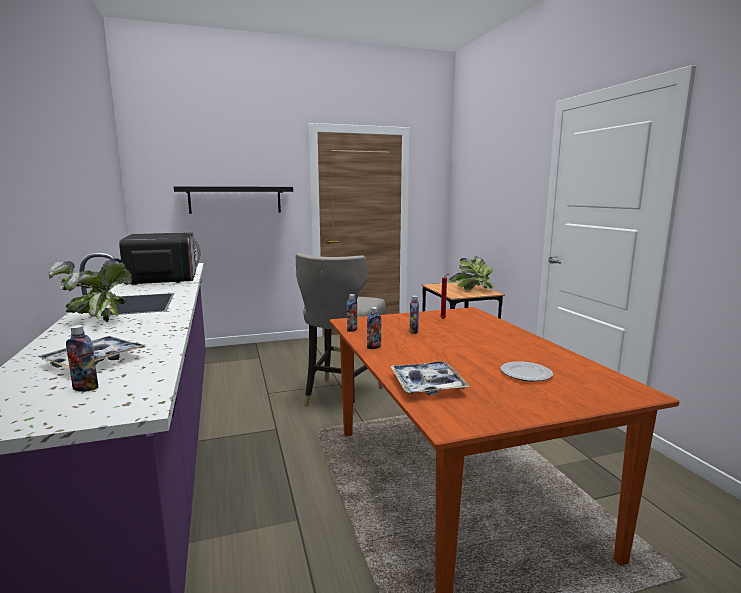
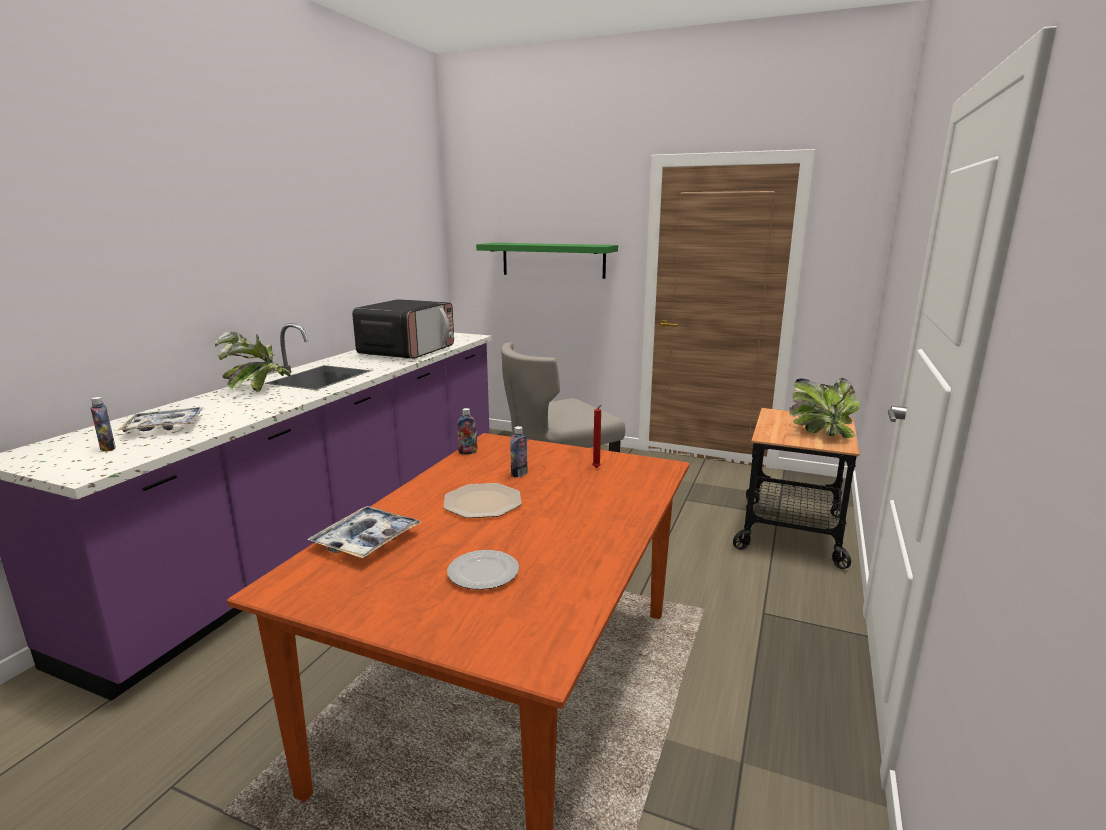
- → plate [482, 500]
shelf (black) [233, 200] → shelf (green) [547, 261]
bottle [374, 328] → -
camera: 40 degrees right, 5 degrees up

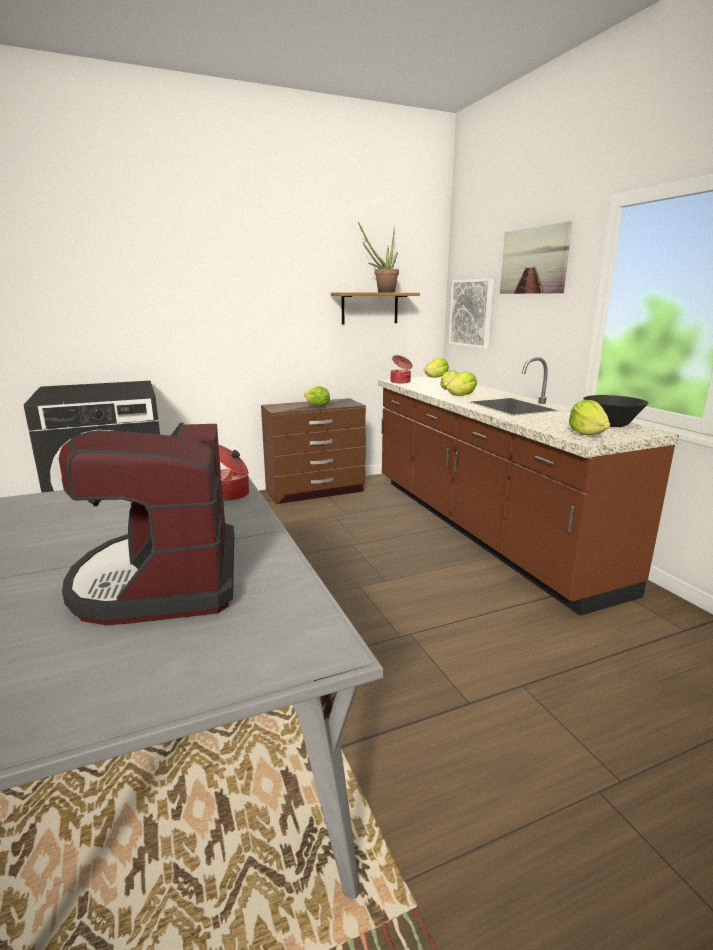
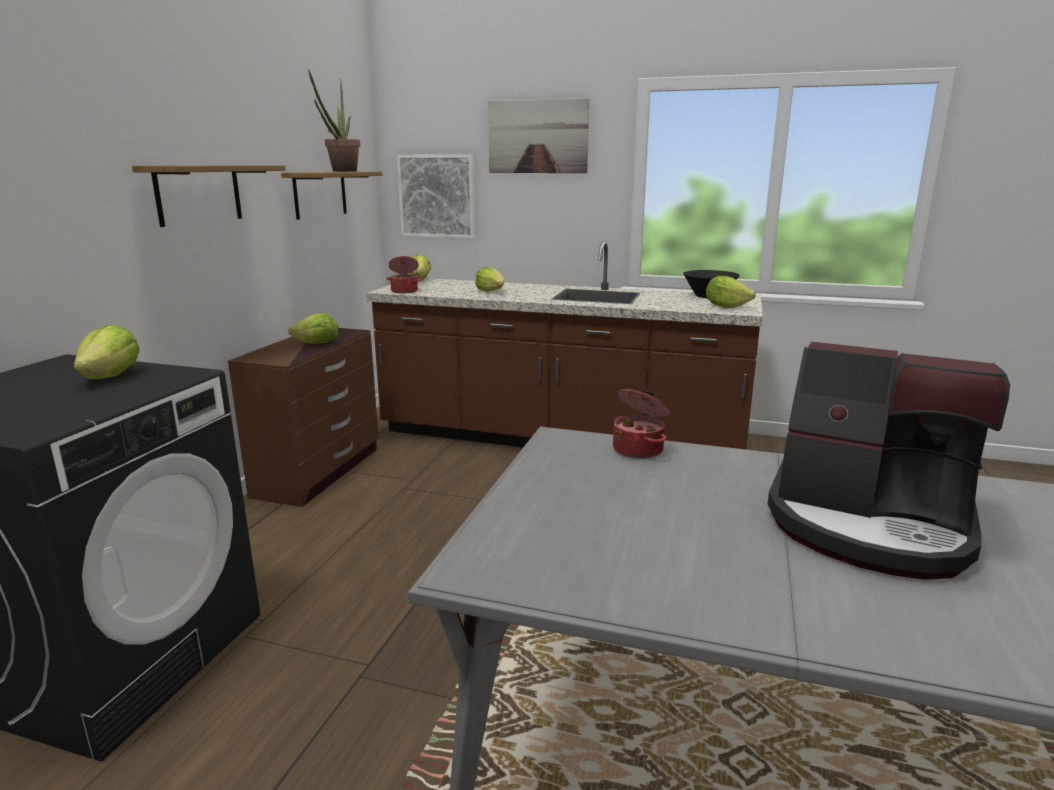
lettuce [461, 384] → lettuce [107, 352], move
- → shelf [209, 196]
camera: 50 degrees left, 0 degrees up

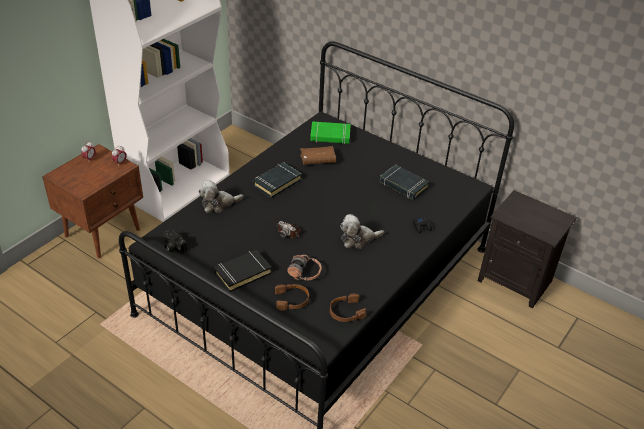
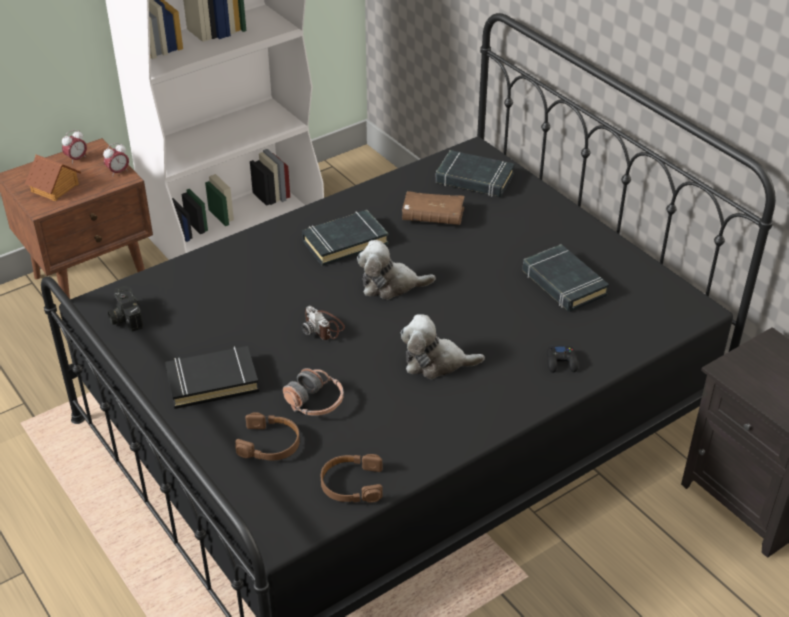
- → toy house [53, 177]
plush toy [221, 196] → plush toy [396, 270], move
book (green) [330, 132] → book (black) [475, 173]
camera: 20 degrees right, 0 degrees up

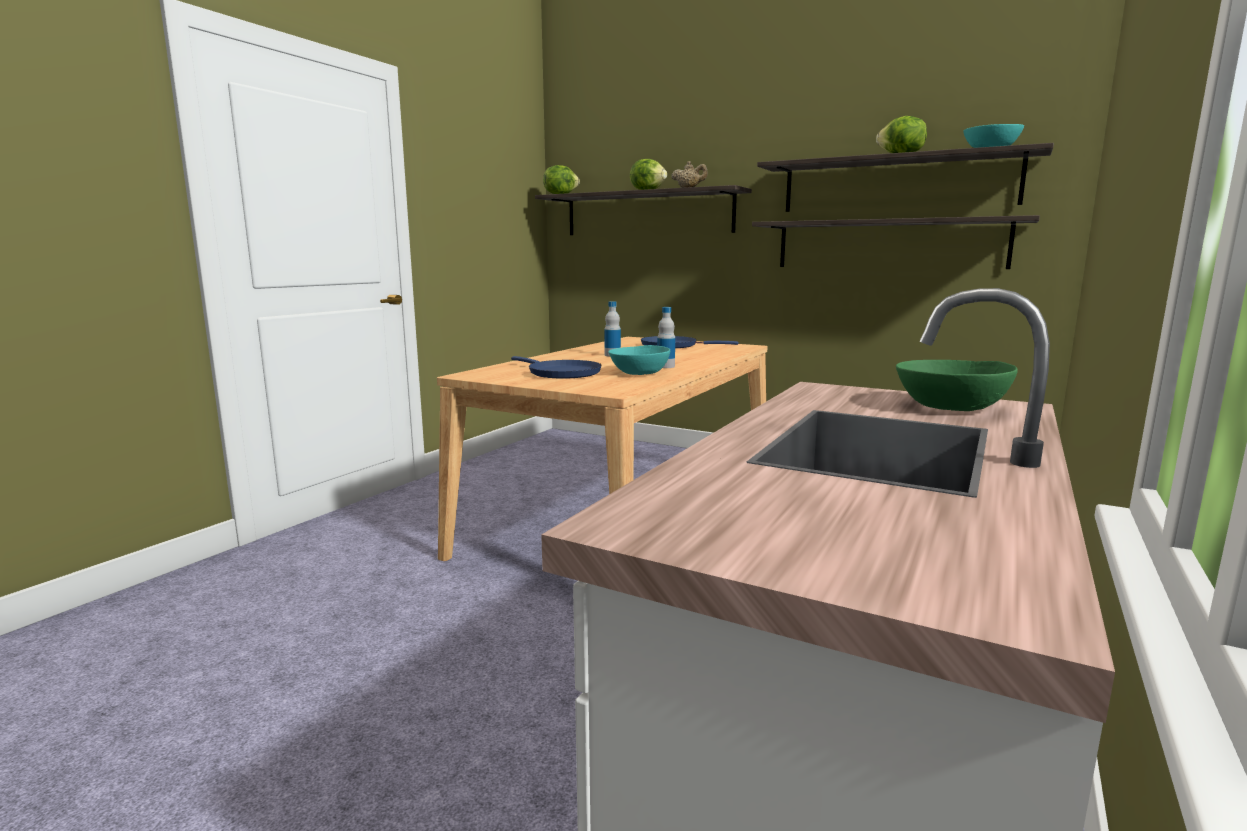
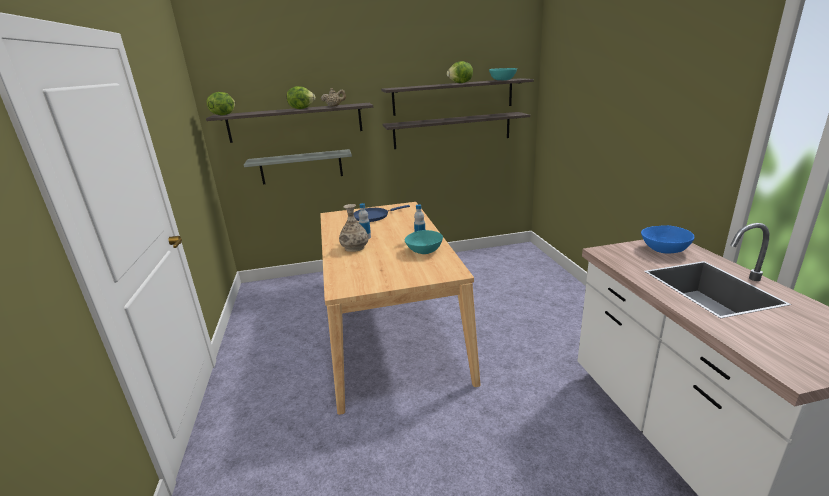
- → shelf (grey) [298, 166]
- → vase [353, 228]
bowl (green) [957, 385] → bowl (blue) [667, 239]
frying pan (blue) [556, 367] → -
camera: 40 degrees left, 10 degrees up

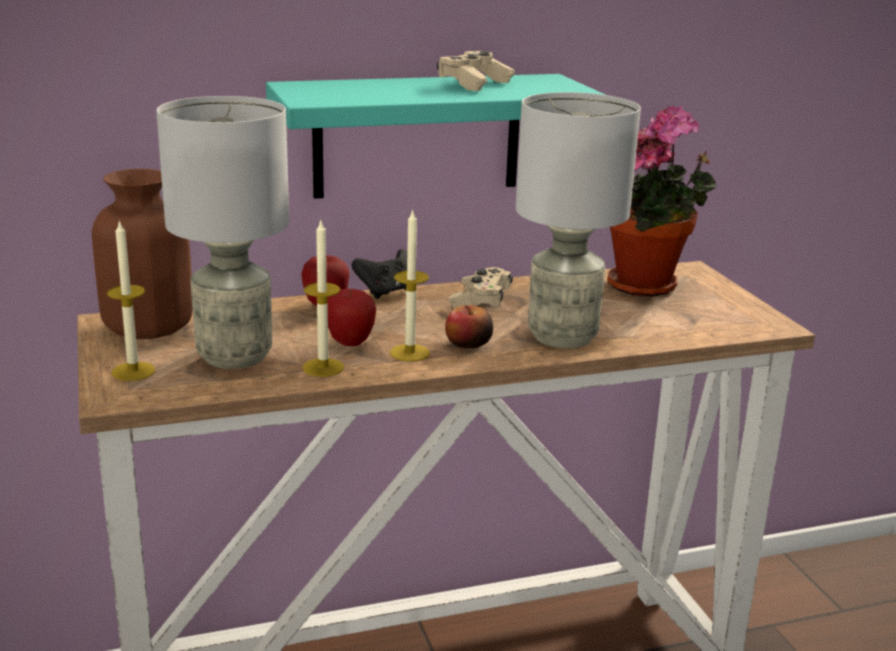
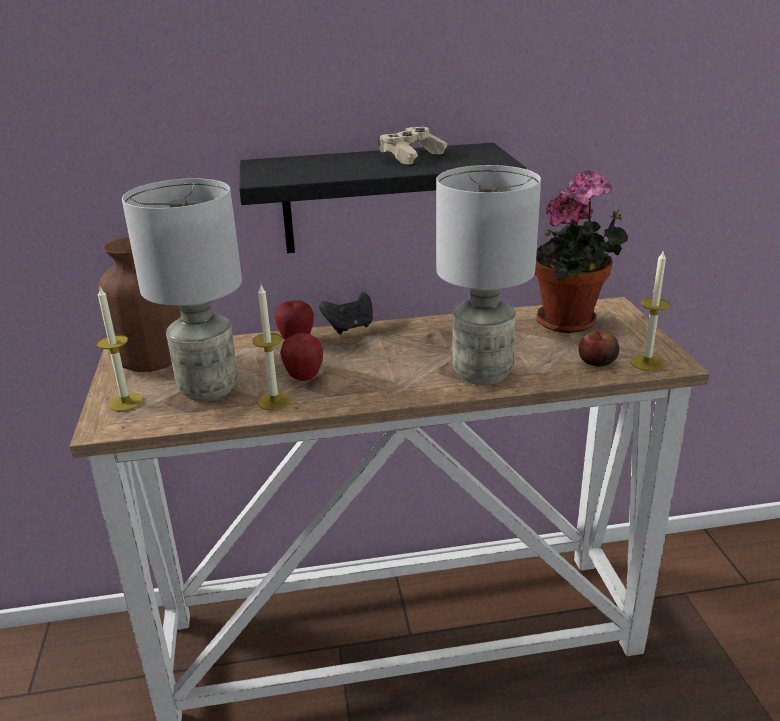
shelf (turquoise) [435, 136] → shelf (black) [382, 198]
apple [469, 326] → apple [599, 348], move
candle [410, 285] → candle [650, 310], move
game controller (beige) [481, 288] → -
camera: 10 degrees right, 5 degrees up

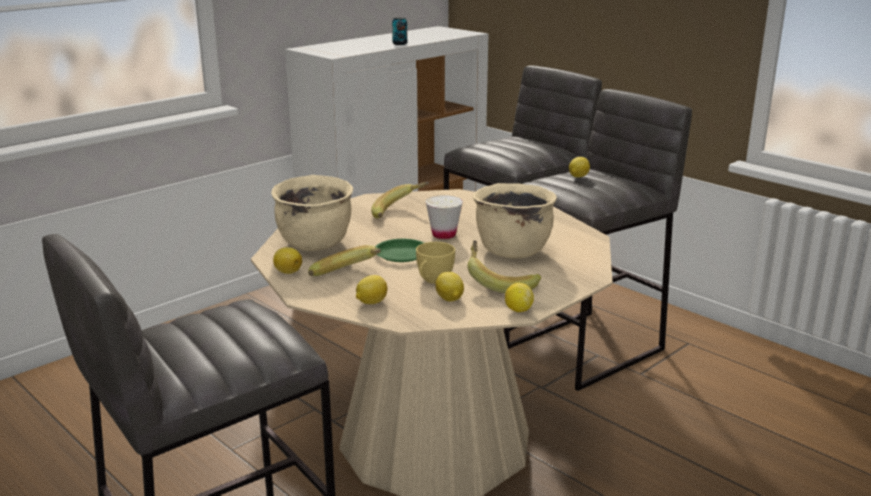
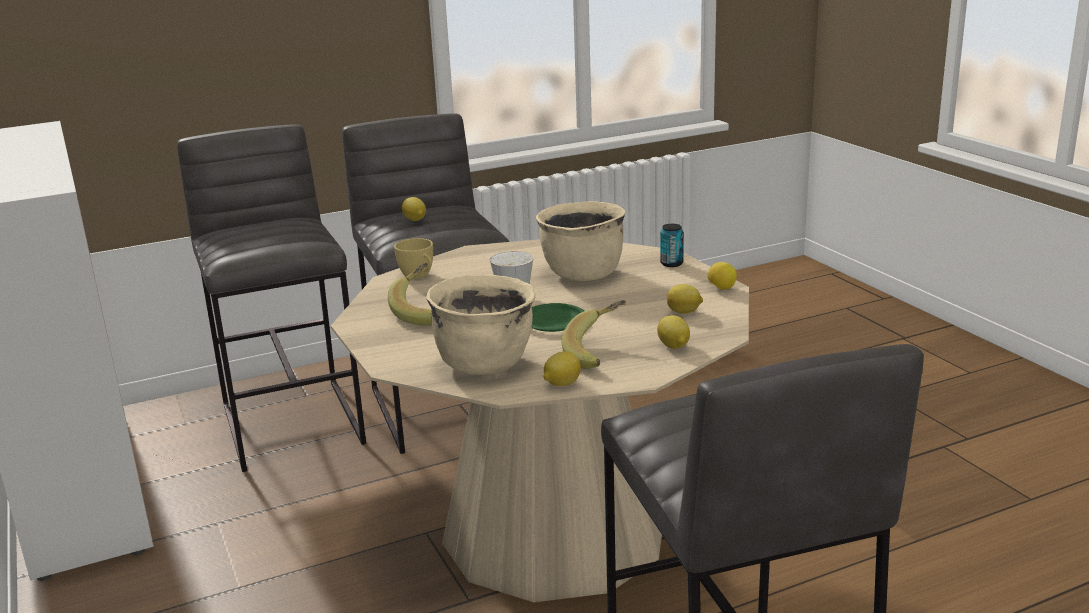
cup (yellow) [435, 263] → cup (yellow) [413, 258], move
can [399, 31] → can [672, 245], move
banana [504, 266] → -
camera: 70 degrees left, 0 degrees up

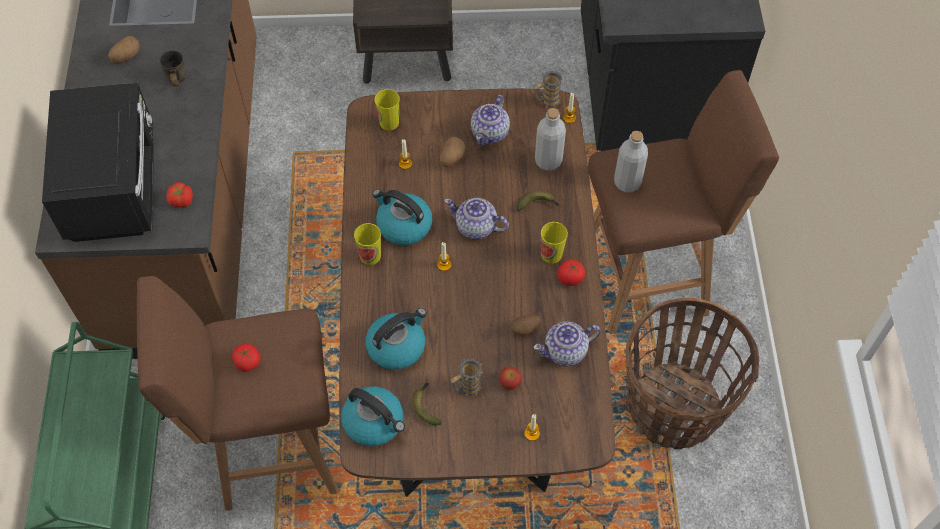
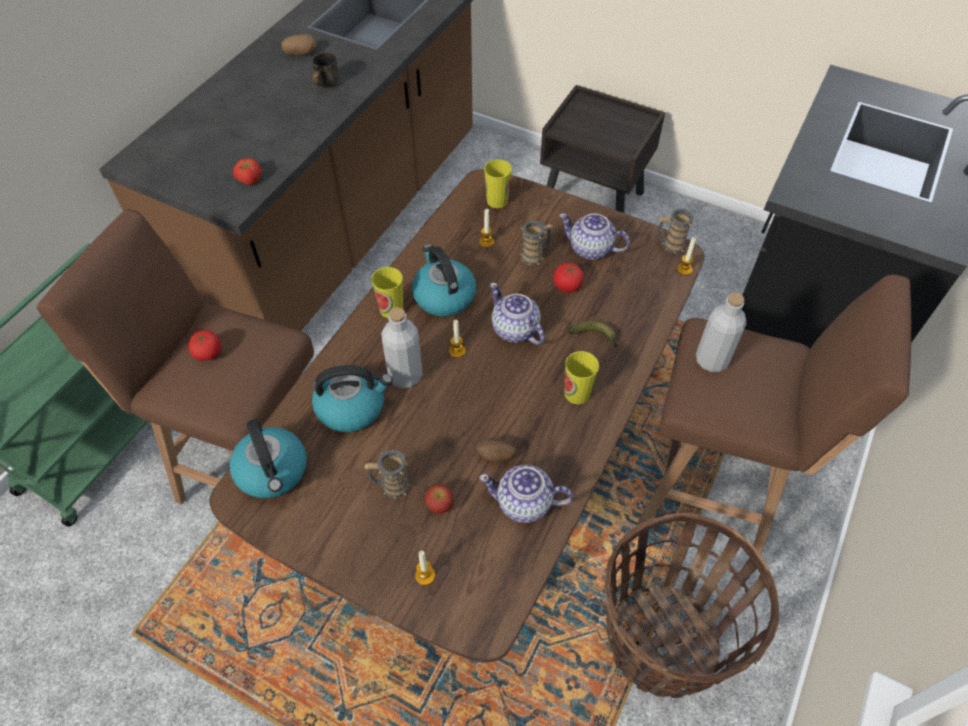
bottle (grey) [550, 139] → bottle (grey) [402, 347], move
potato [452, 152] → mug [536, 243]
tomato [571, 272] → tomato [568, 277], move
teapot [490, 120] → teapot [594, 236], 60 degrees clockwise
microwave (black) [98, 162] → -
banana [427, 404] → -
camera: 30 degrees right, 5 degrees down

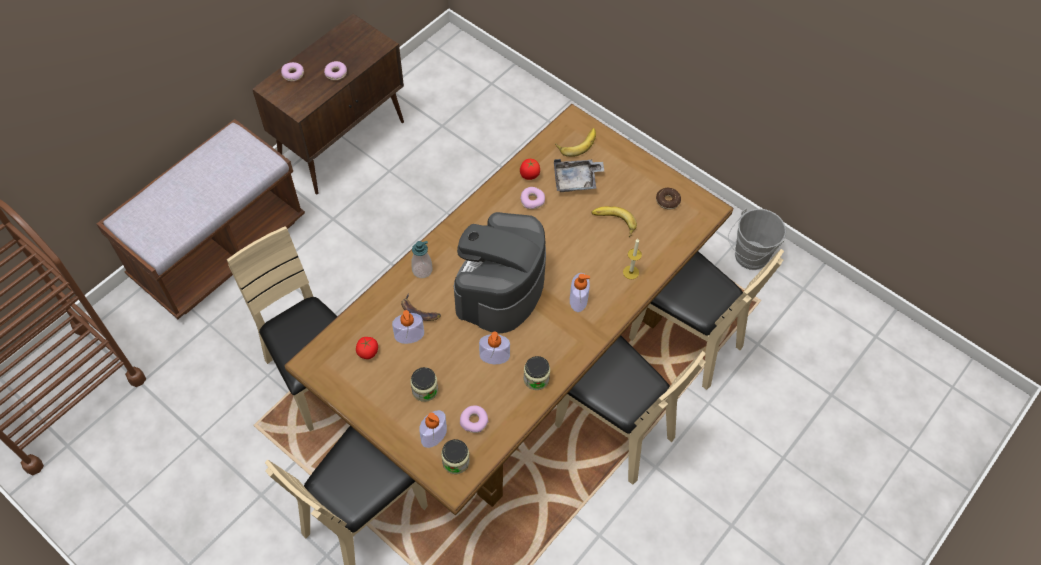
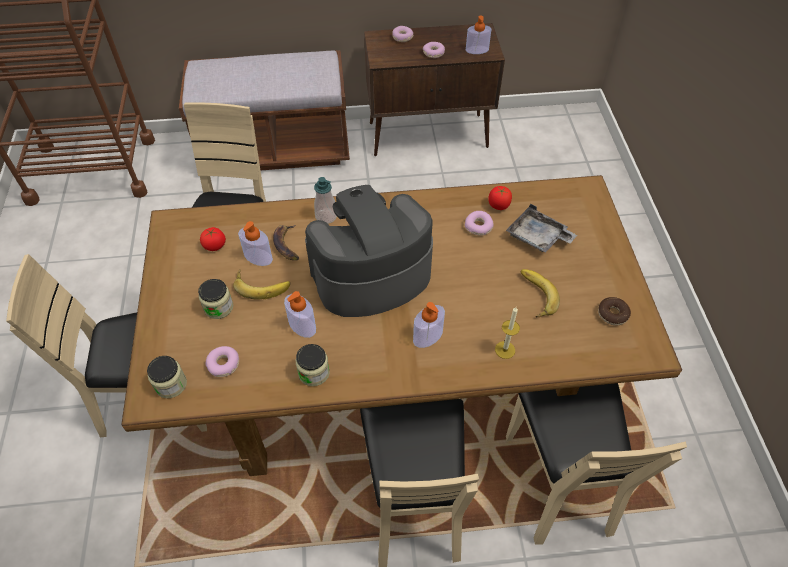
banana [575, 142] → banana [261, 285], move
soap dispenser [433, 429] → soap dispenser [478, 34], move
bucket (grey) [757, 239] → -
camera: 45 degrees right, 5 degrees down

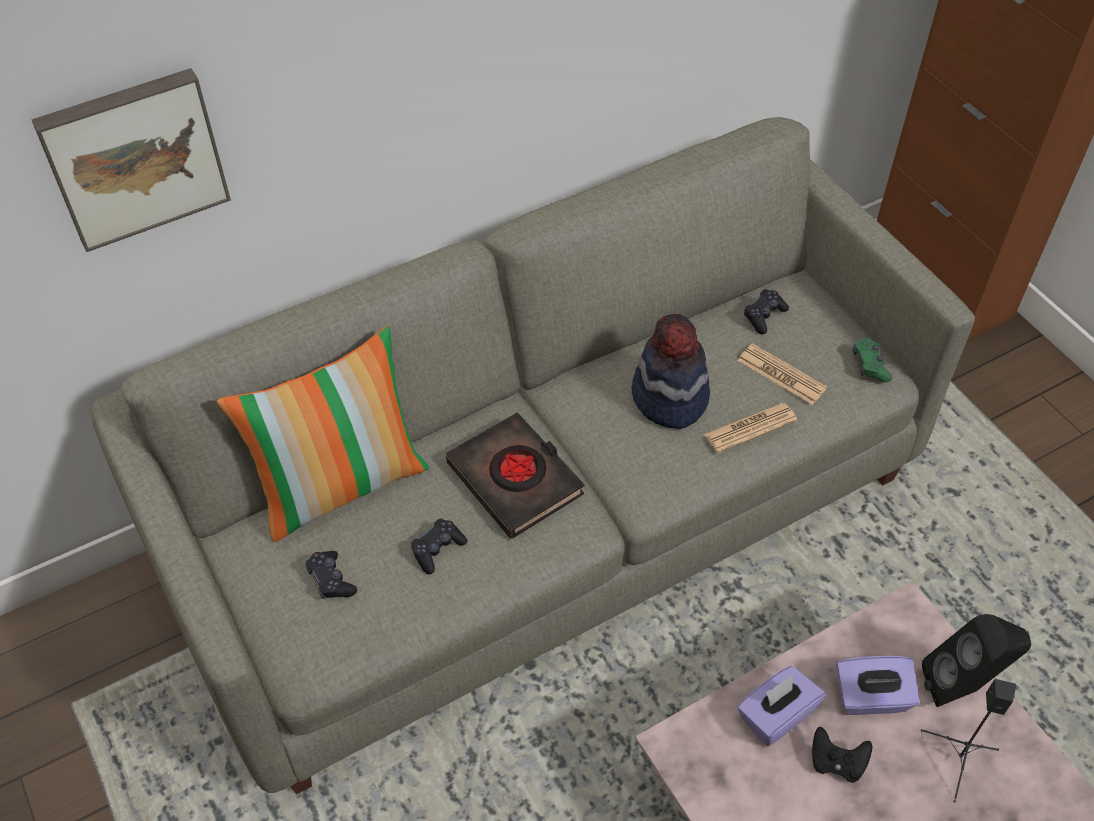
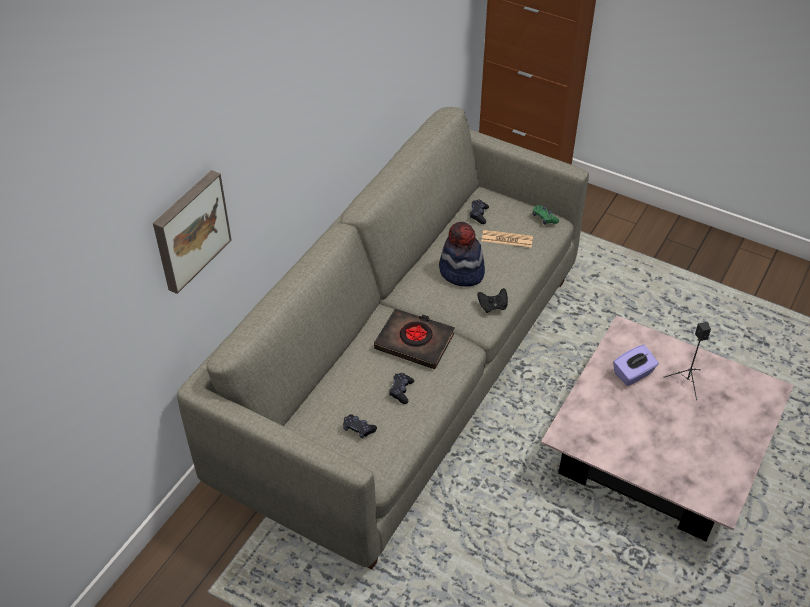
game controller (black) [842, 755] → game controller (black) [493, 300], move
pillow [323, 434] → -
newspaper [750, 428] → -
tissue box (purple) [781, 706] → -
speaker (black) [976, 660] → -
camera: 30 degrees left, 5 degrees down

